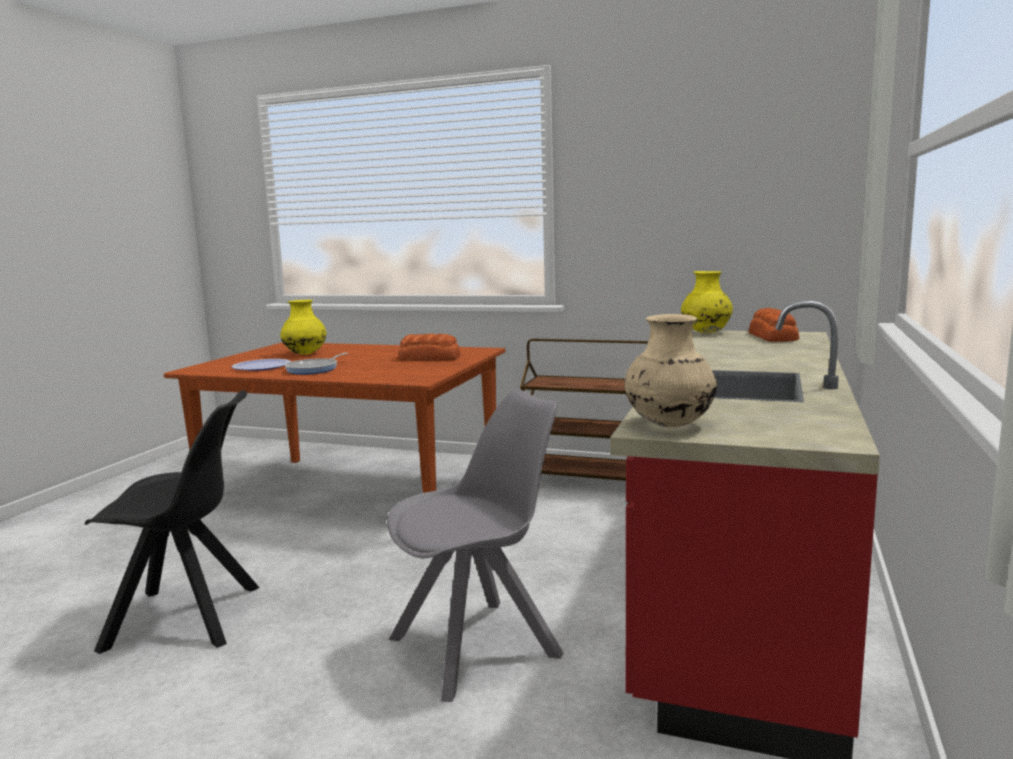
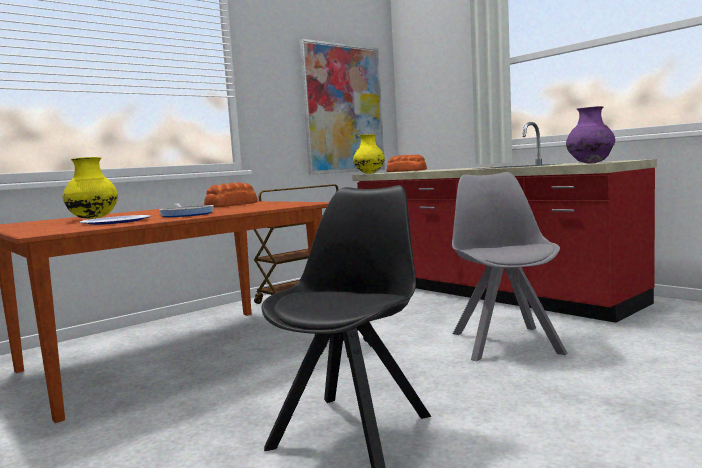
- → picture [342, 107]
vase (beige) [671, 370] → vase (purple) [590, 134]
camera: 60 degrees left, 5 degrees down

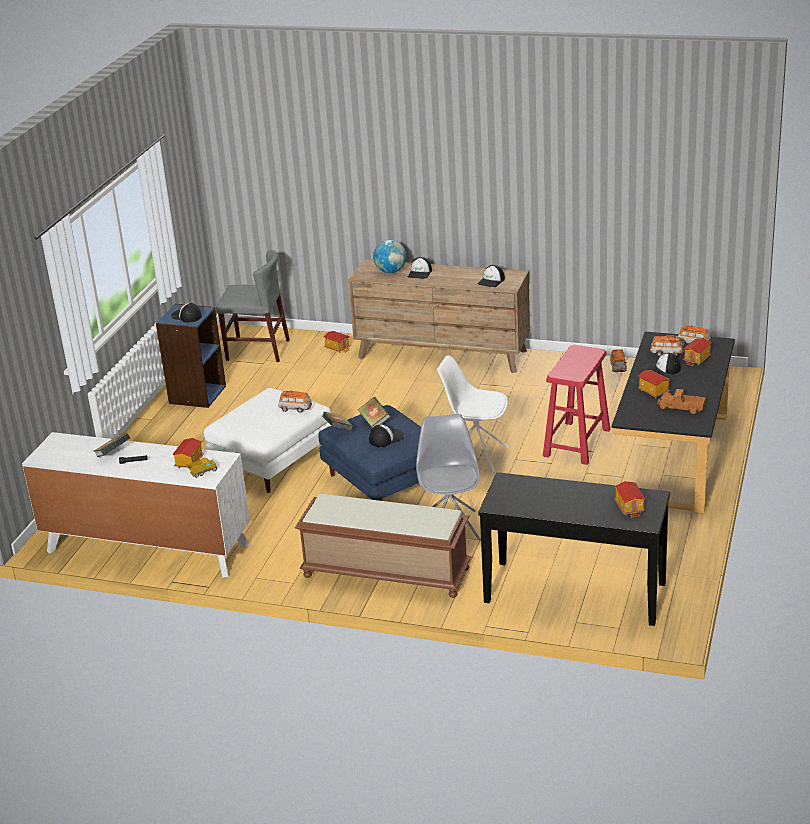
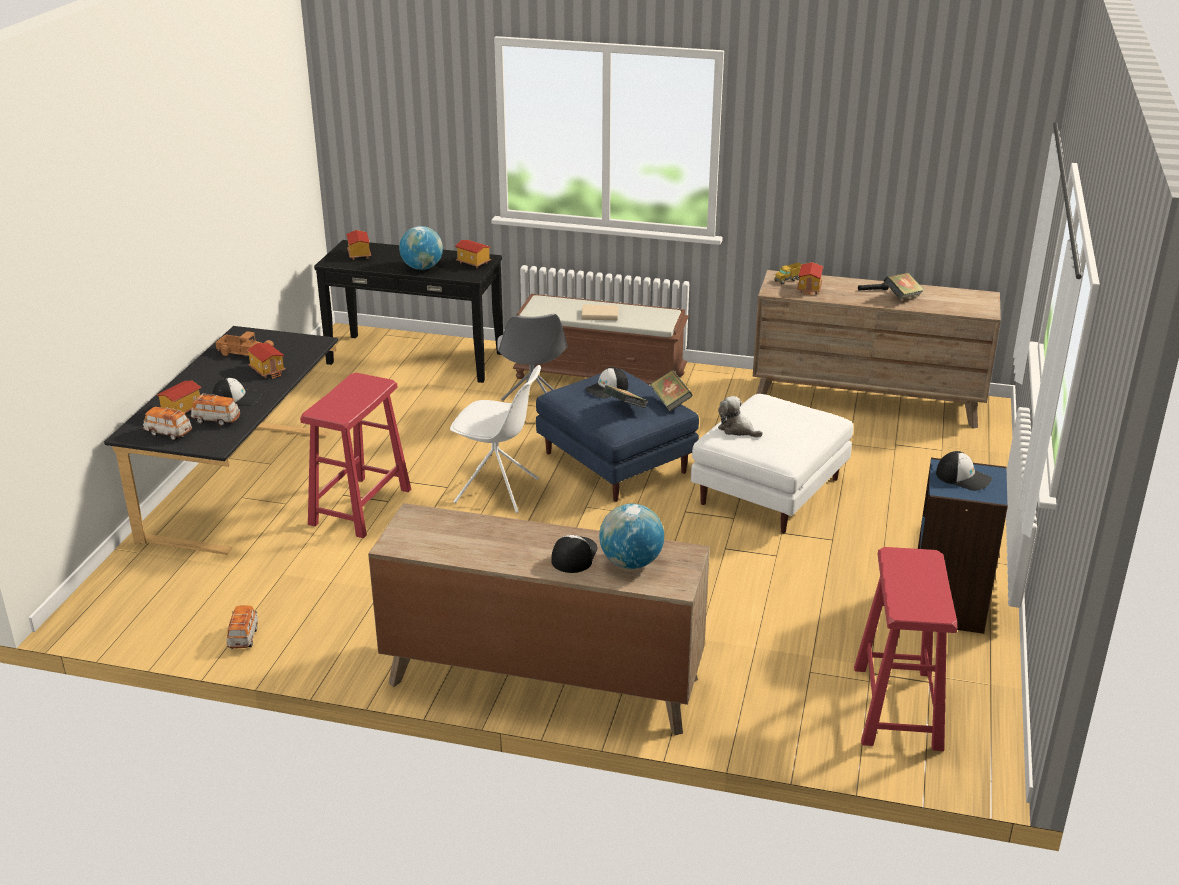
- → globe [421, 248]
toy house [337, 342] → toy house [473, 254], move
- → book (beige) [599, 312]
toy car [295, 401] → plush toy [740, 416]
dresser (white) [136, 505] → dresser (brown) [877, 349]
chair (grey) [253, 306] → stool (red) [905, 649]
cap [491, 276] → -
camera: 175 degrees right, 0 degrees up

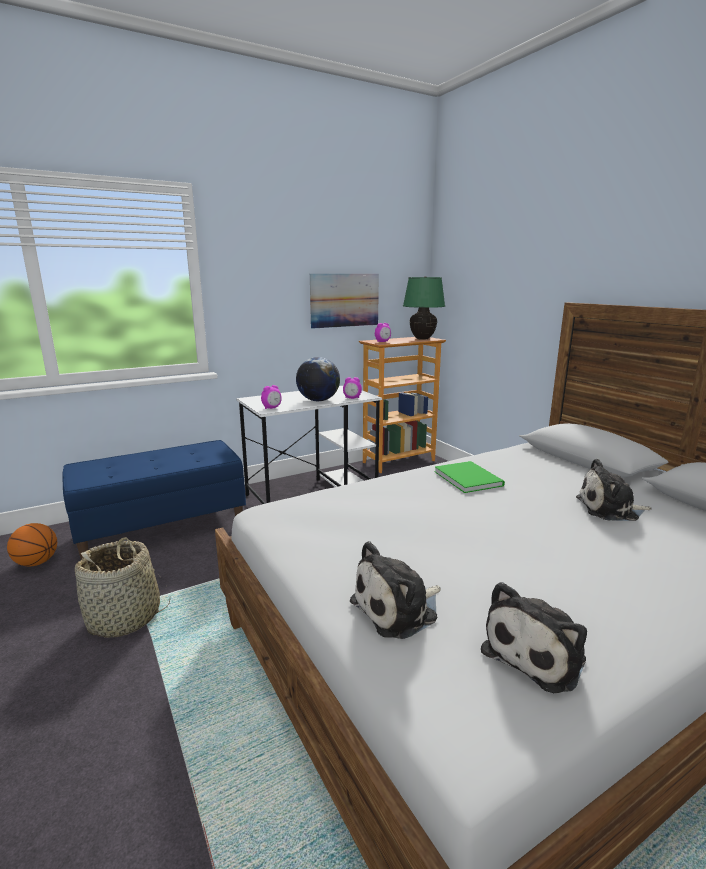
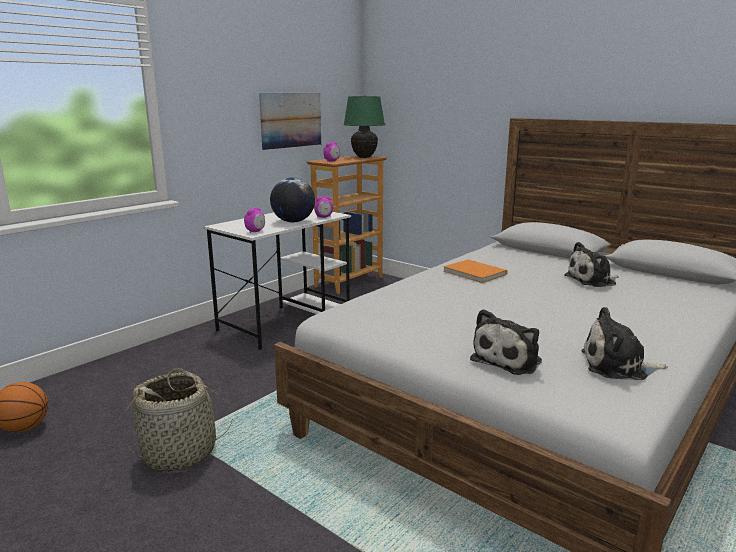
book (green) [469, 477] → book (orange) [475, 271]
plush toy [534, 637] → plush toy [624, 343], 75 degrees clockwise
bench (blue) [154, 499] → -
camera: 20 degrees left, 0 degrees up

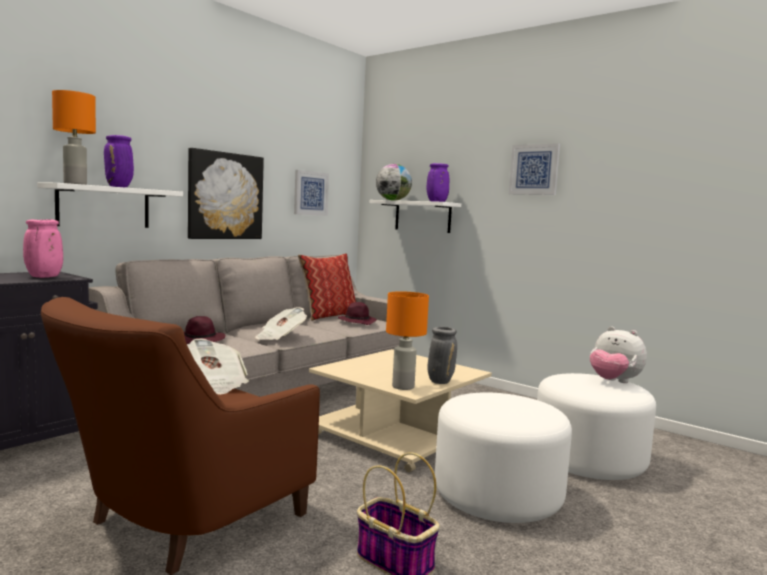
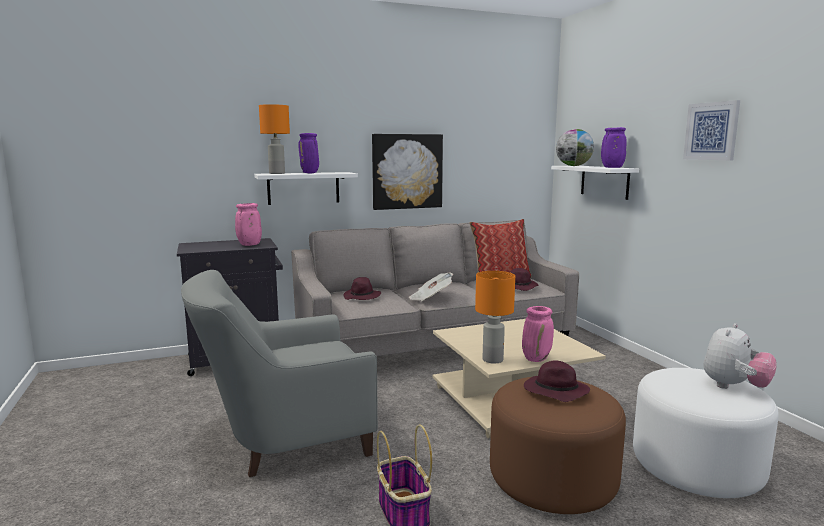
armchair (brown) [180, 436] → armchair (grey) [279, 373]
ottoman (white) [503, 457] → ottoman (brown) [558, 445]
vase (grey) [442, 355] → vase (pink) [538, 334]
- → hat (purple) [557, 381]
plush toy [618, 354] → plush toy [740, 356], 120 degrees counterclockwise
newspaper [218, 367] → -
picture [311, 193] → -
camera: 30 degrees right, 5 degrees up

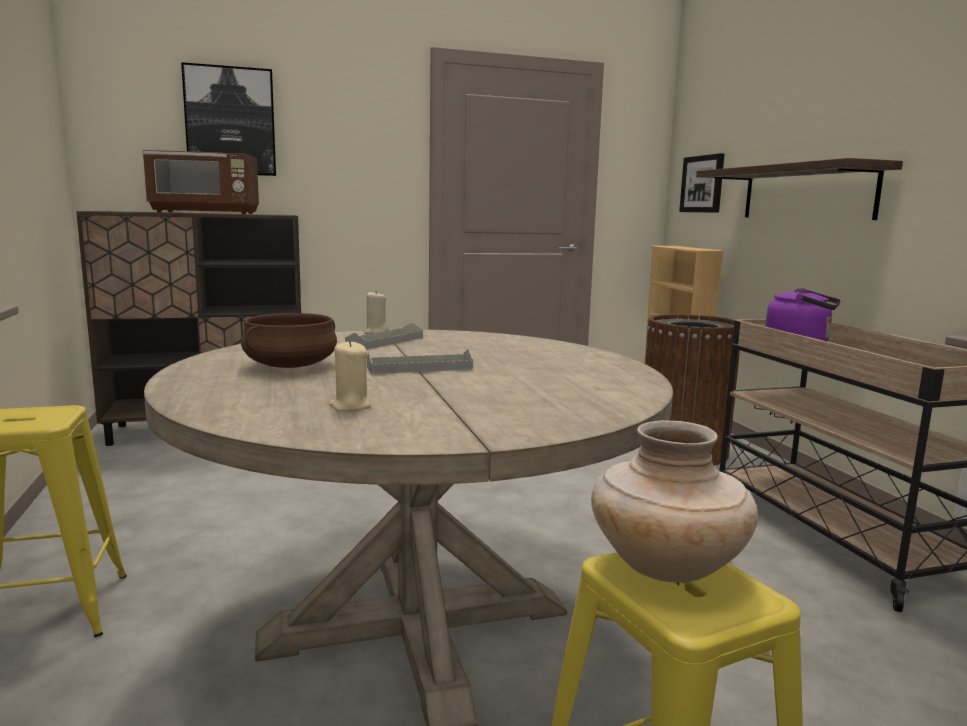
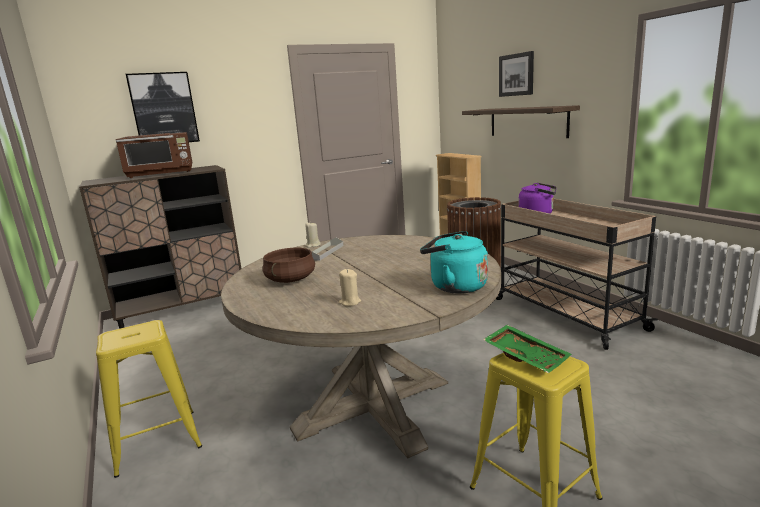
- → kettle (turquoise) [454, 262]
vase (beige) [674, 501] → tray (green) [527, 349]
picture [701, 183] → picture [516, 74], move
tray (grey) [420, 361] → -
camera: 10 degrees left, 5 degrees up

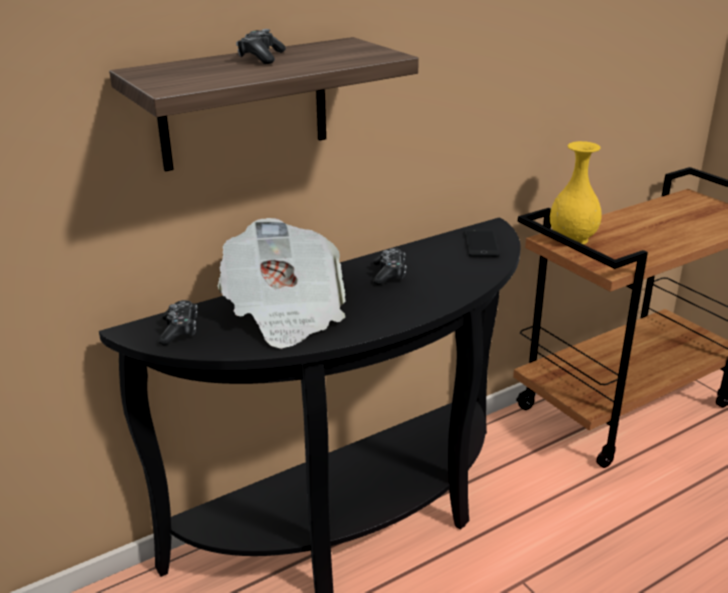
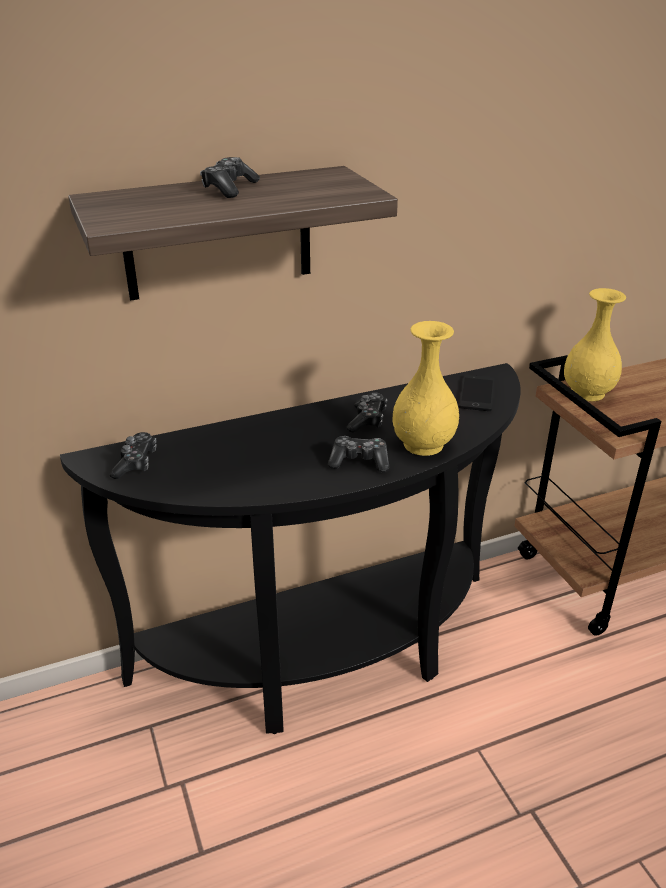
- → game controller [358, 454]
- → vase (yellow) [425, 388]
newspaper [281, 283] → -
camera: 10 degrees right, 5 degrees up

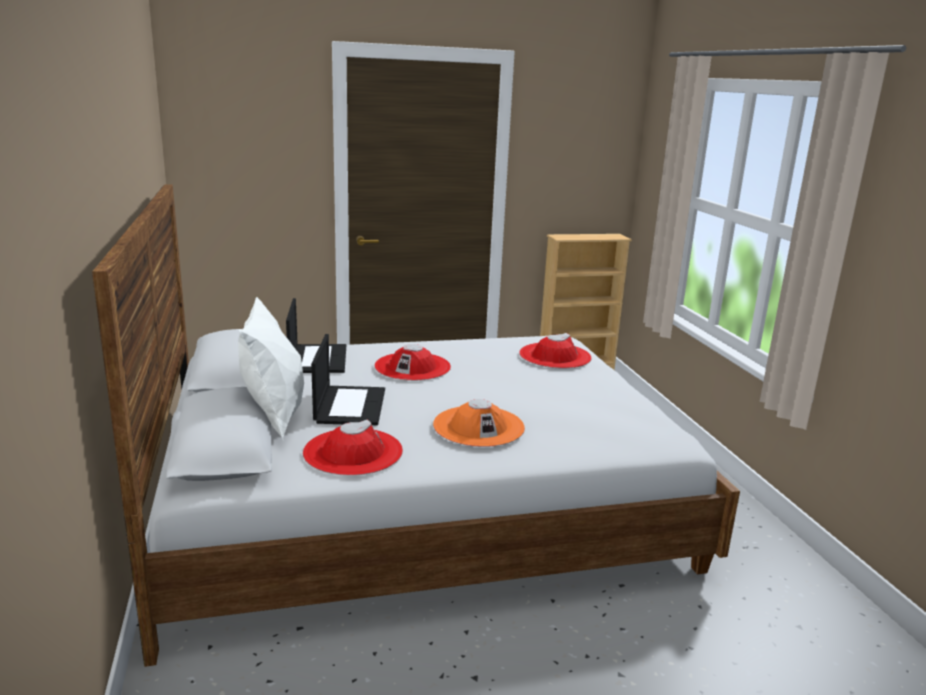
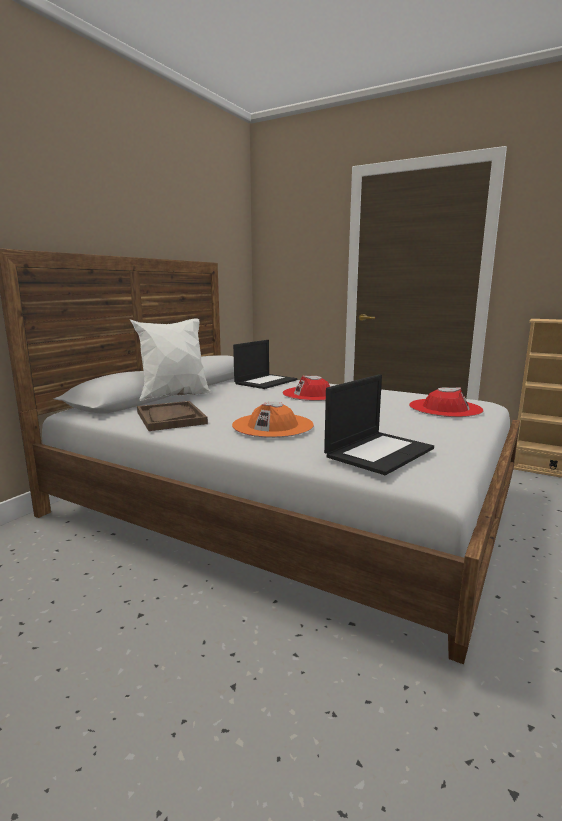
hat (red) [353, 448] → tray (brown) [172, 416]
laptop [348, 379] → laptop [379, 424], move
camera: 45 degrees right, 5 degrees down

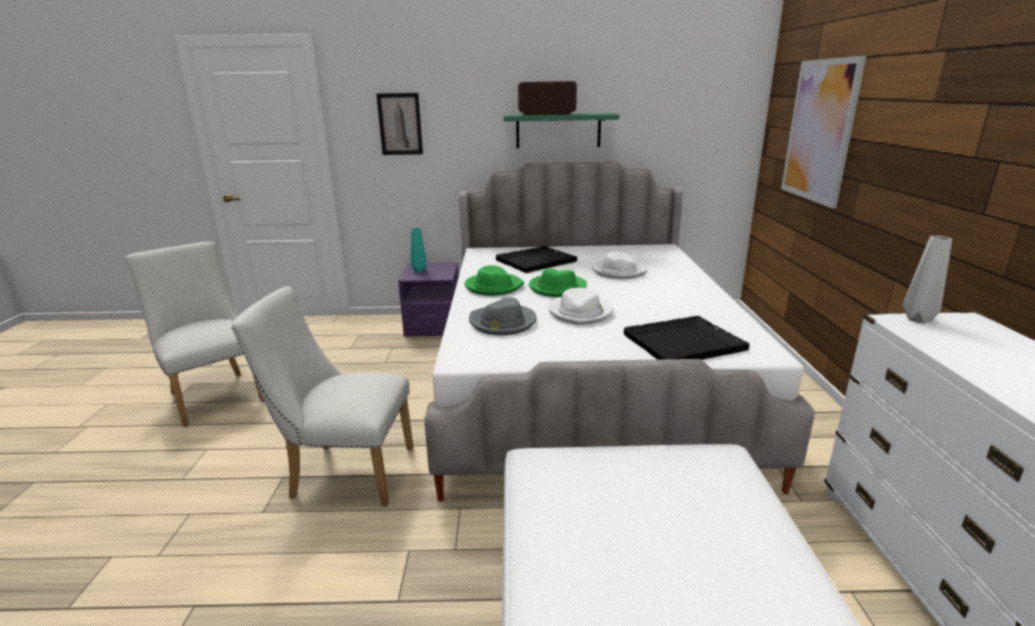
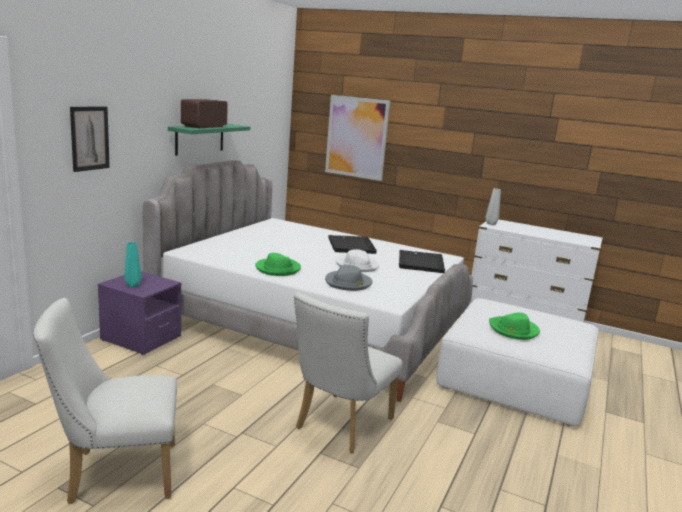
tray (black) [536, 259] → tray (black) [353, 244], move
hat (green) [558, 282] → hat (green) [514, 326], move
hat (white) [620, 265] → -
camera: 65 degrees left, 5 degrees down

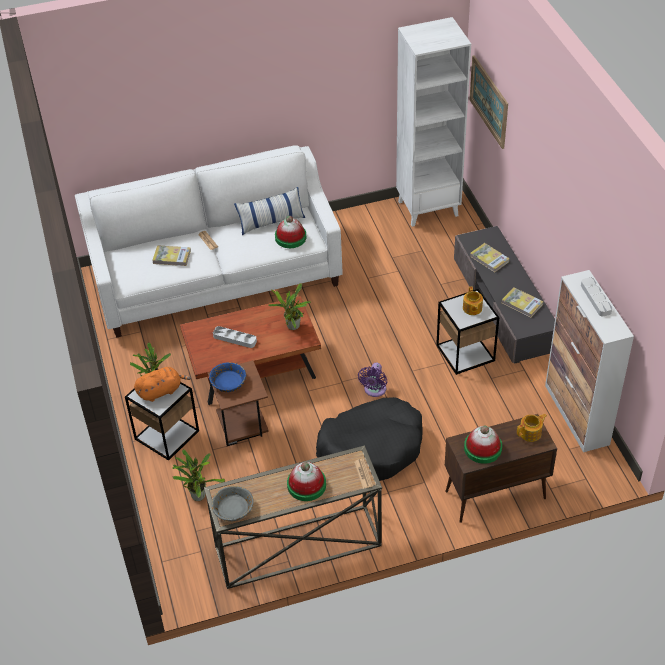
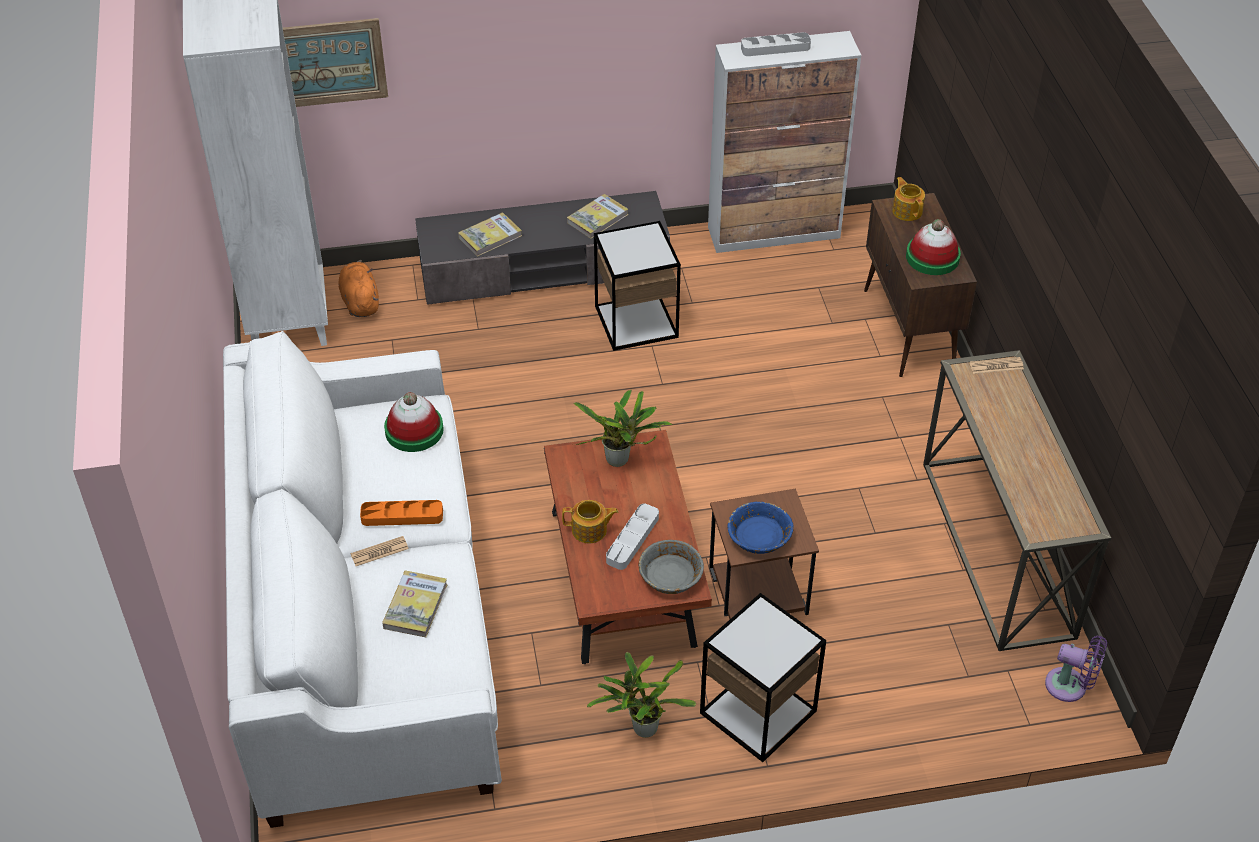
plush toy (orange) [162, 384] → plush toy (orange) [358, 288], move
- → tray (orange) [401, 513]
teapot [473, 300] → teapot [590, 521], move
bowl (grey) [233, 503] → bowl (grey) [671, 567], move
fan (purple) [372, 380] → fan (purple) [1076, 669], move
potted plant [198, 475] → -
pillow [269, 211] → -
hat [306, 481] → -
dog bed (black) [369, 439] → -
camera: 85 degrees left, 0 degrees up

